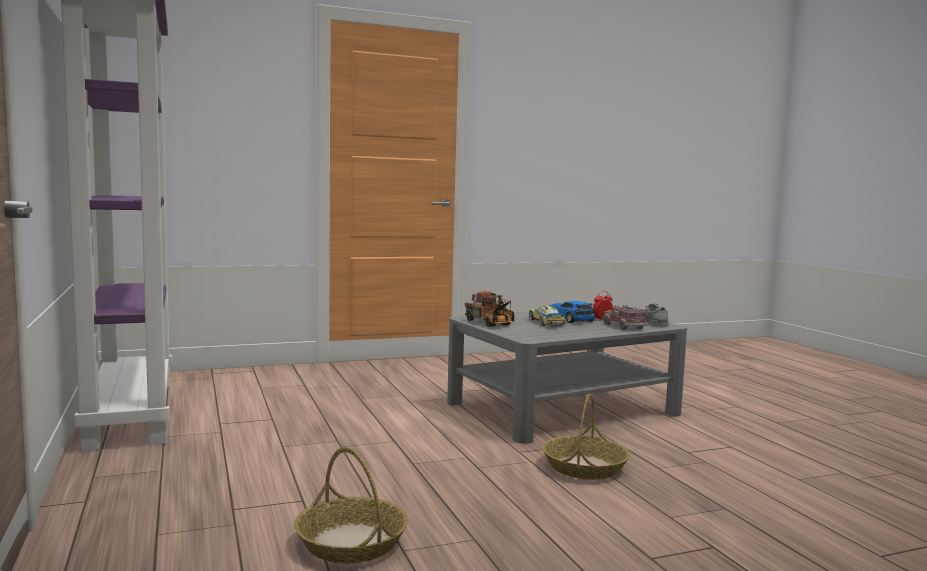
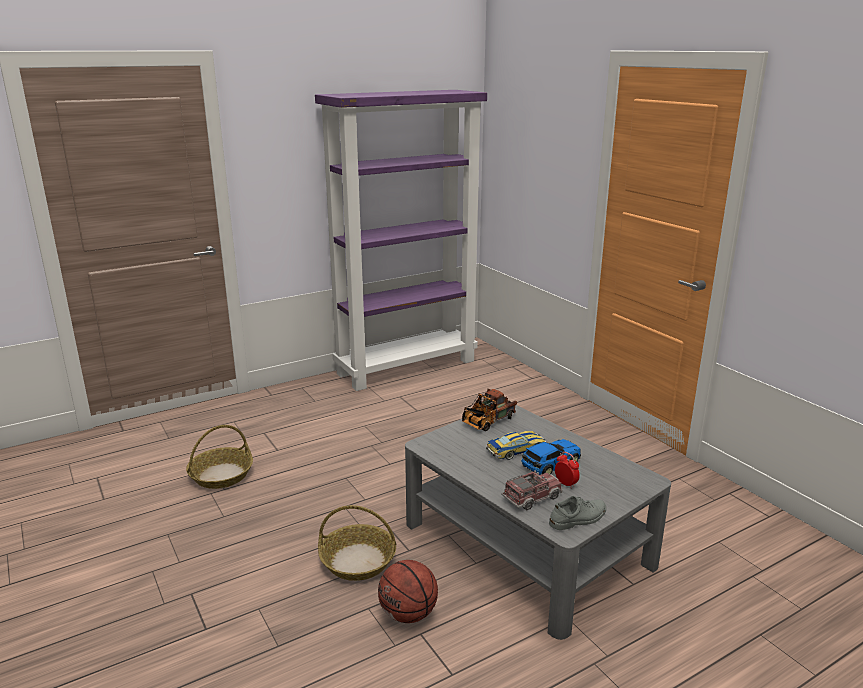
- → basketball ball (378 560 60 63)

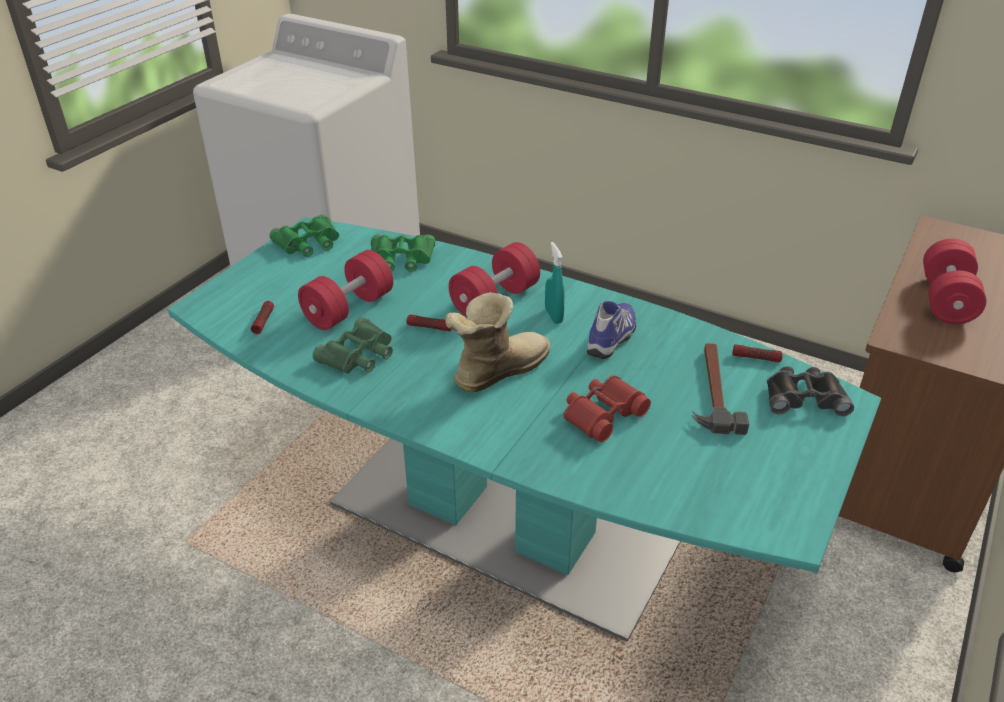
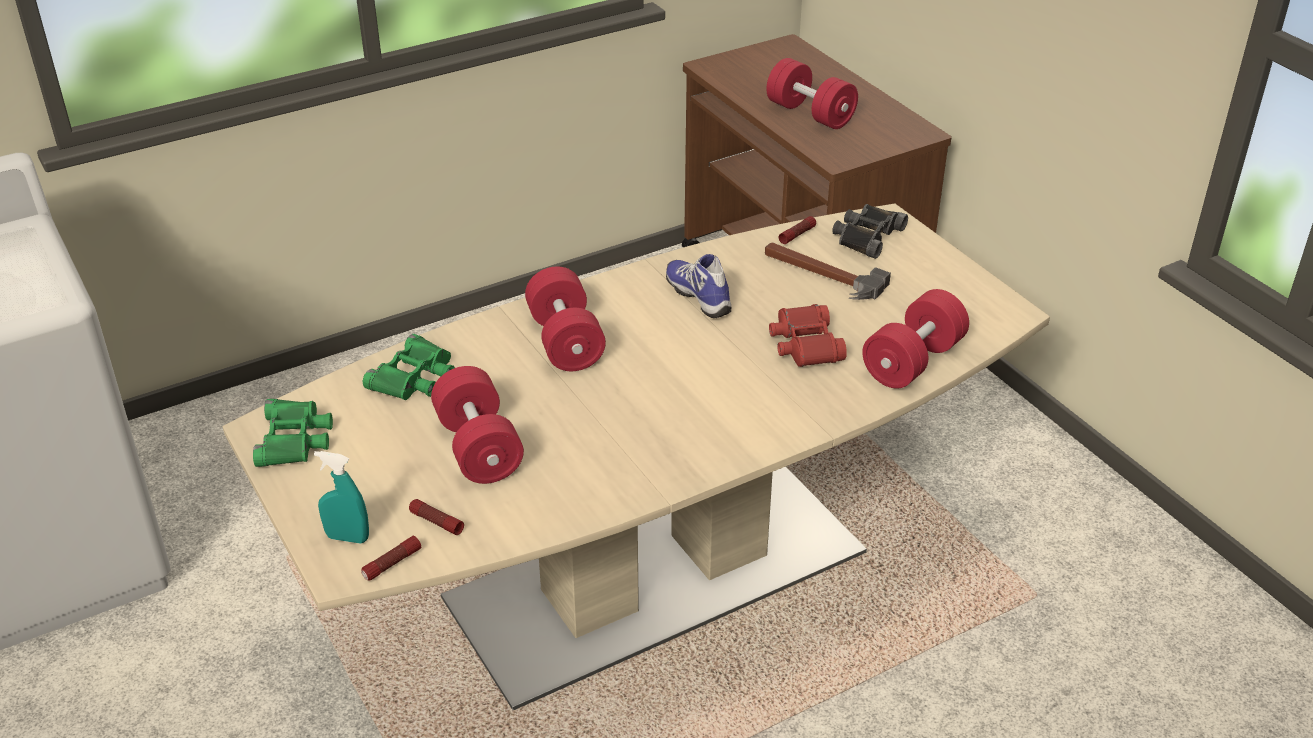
blue-green kitchen table (168 217 713 425) → beige-coloured kitchen table (223 203 827 508)
blue-green hand sprayer (545 242 20 82) → blue-green hand sprayer (314 451 55 93), moved
boot (445 292 105 100) → -
torch (407 314 44 17) → torch (361 536 60 45), moved
green field glasses (313 317 80 57) → -
- → reddish hand weight (862 289 107 100)

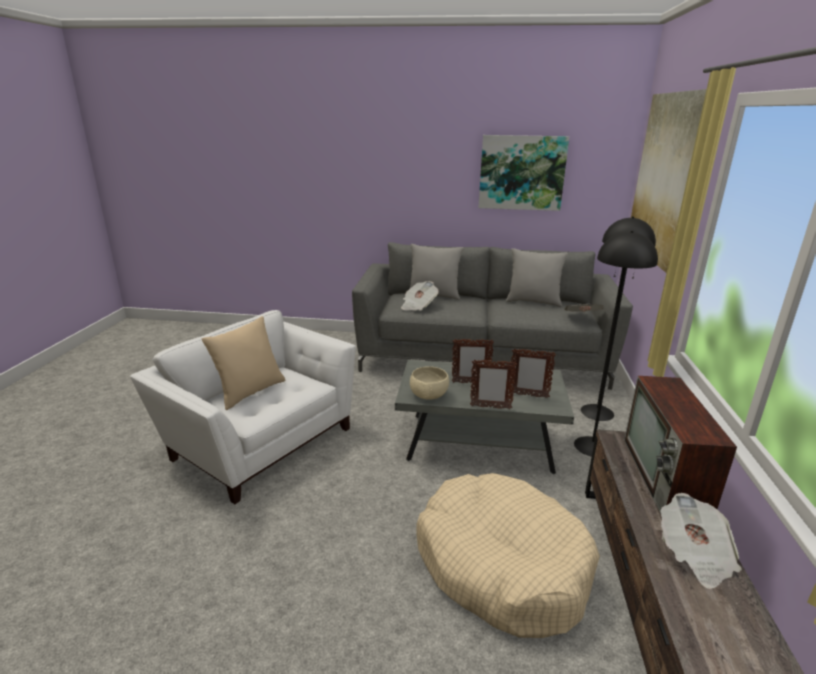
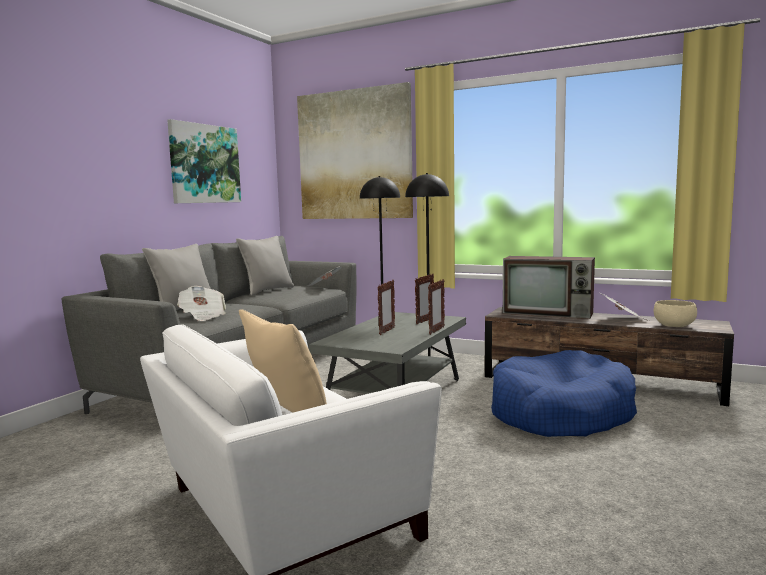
beige-coloured bowl (410 366 39 34) → beige-coloured bowl (653 300 44 27), moved
beige-coloured dog cushion (416 473 184 165) → blue dog cushion (491 350 146 87)

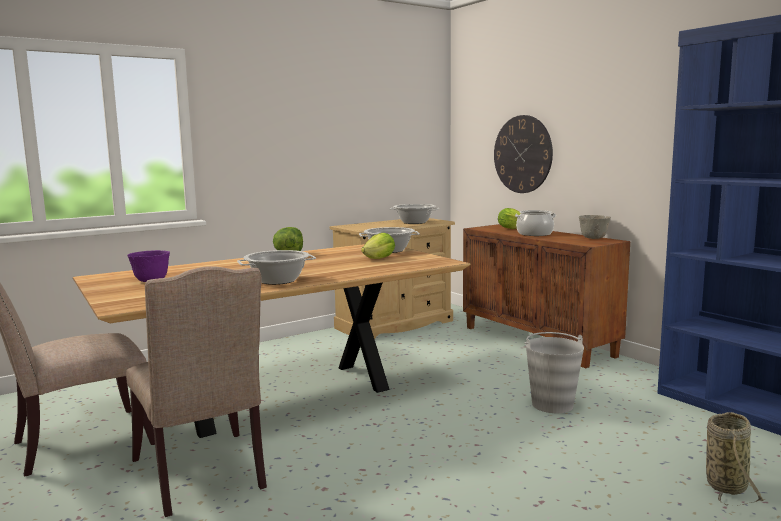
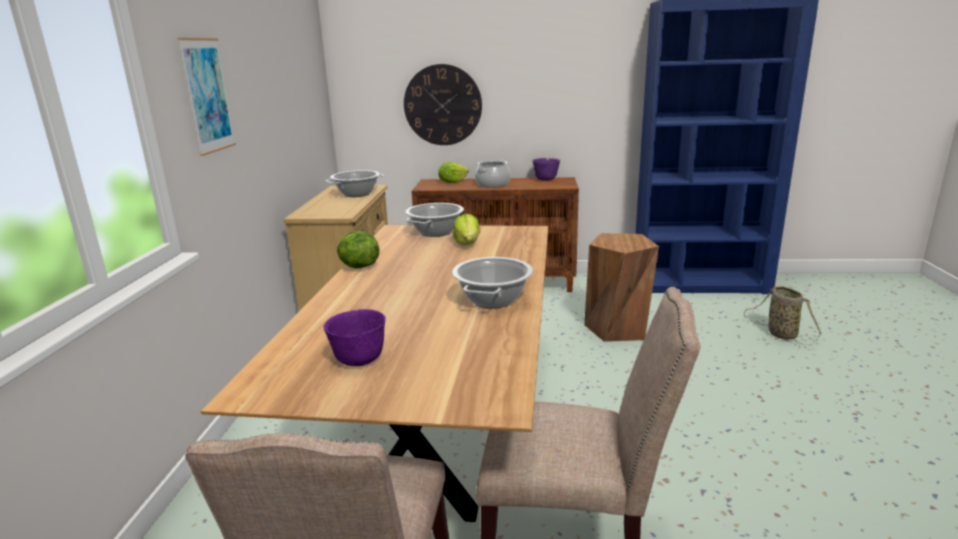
grey bowl (579 215 32 24) → purple bowl (533 158 27 23)
grey bucket (524 332 60 81) → brownish sitting stool (584 233 75 109)
- → picture (177 38 59 118)

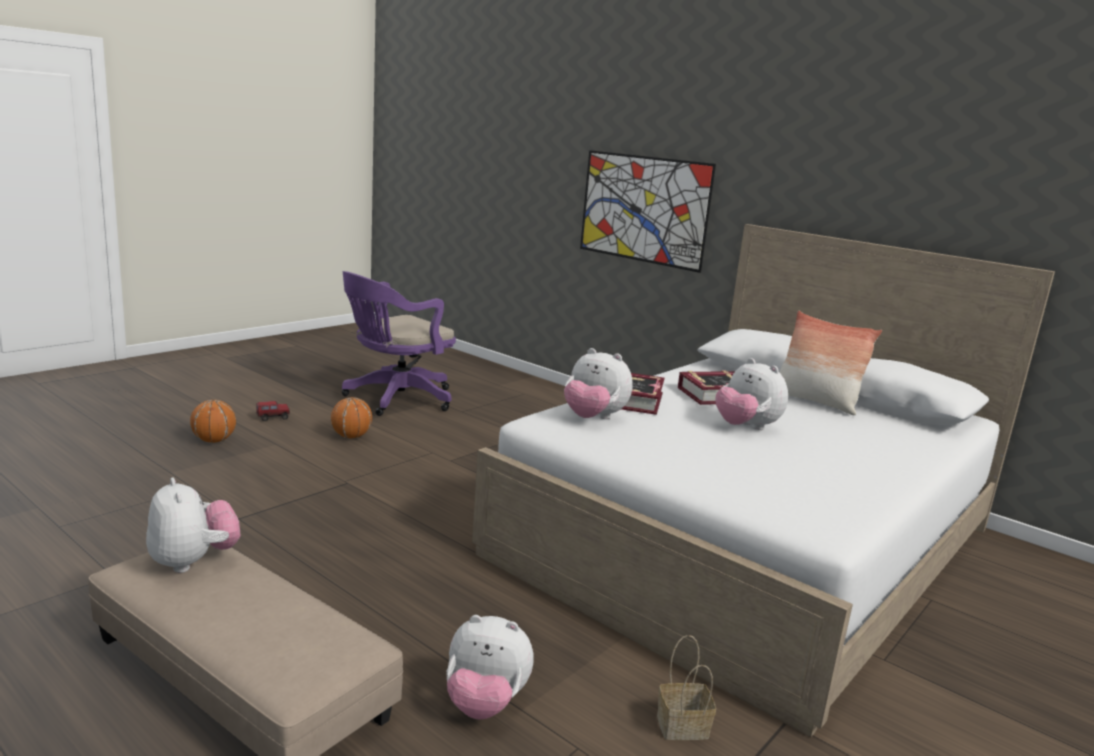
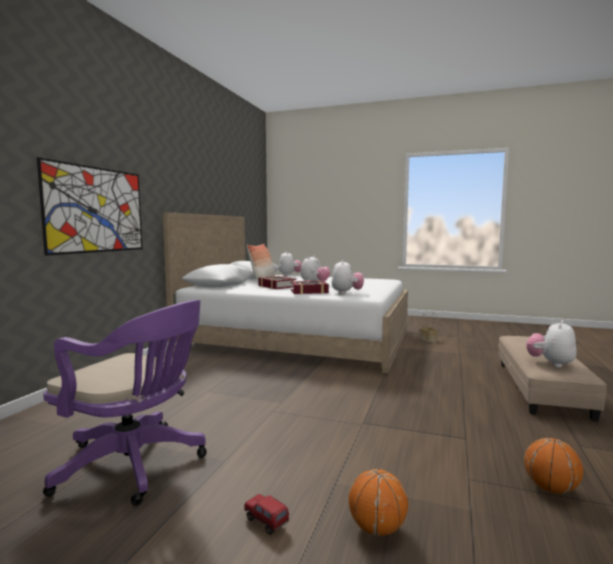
basketball ball (331 397 41 41) → basketball ball (524 438 60 56), moved
soft toy (446 615 88 105) → soft toy (279 251 23 25), moved

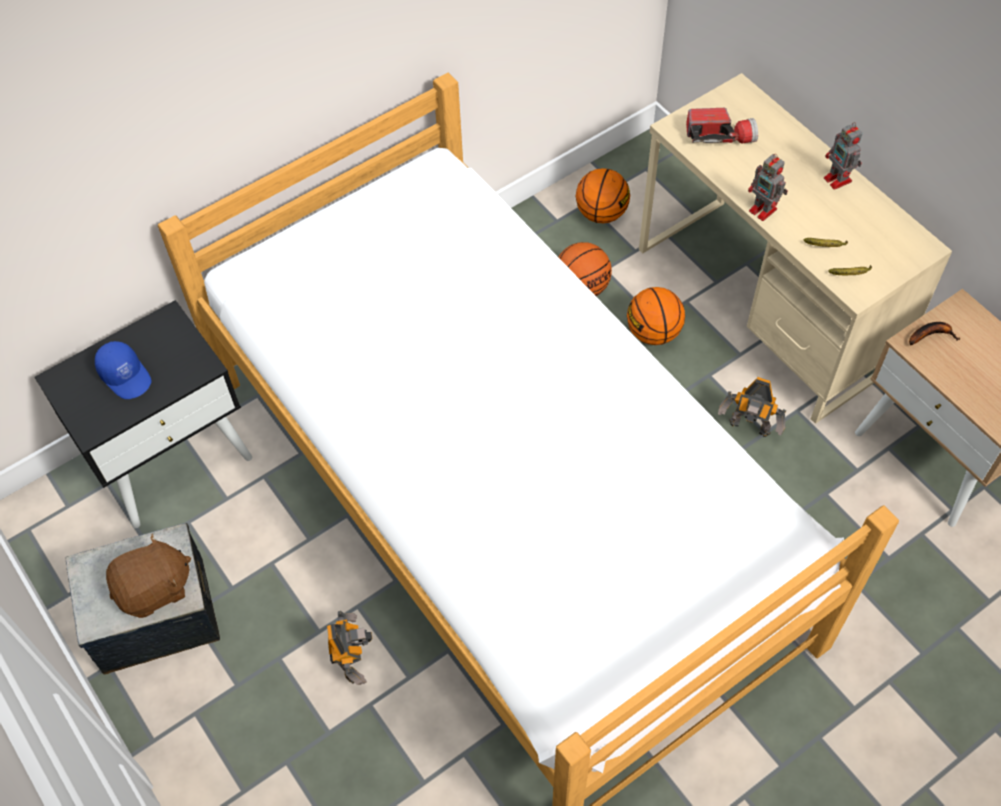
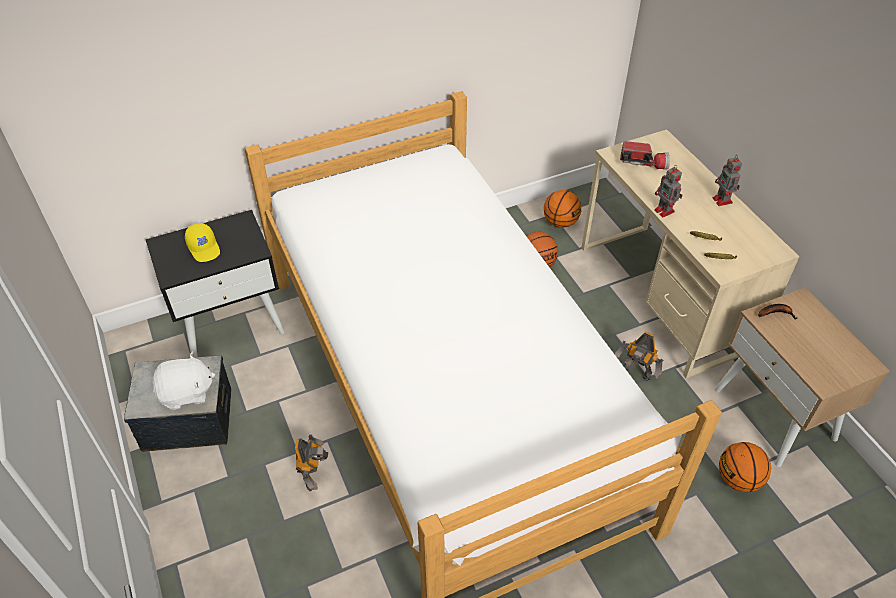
basketball ball (627 287 58 58) → basketball ball (719 442 52 50), moved
blue peaked cap (95 341 57 58) → yellow-coloured peaked cap (185 223 35 39)
brownish soft toy (106 534 85 84) → white soft toy (153 352 62 58)

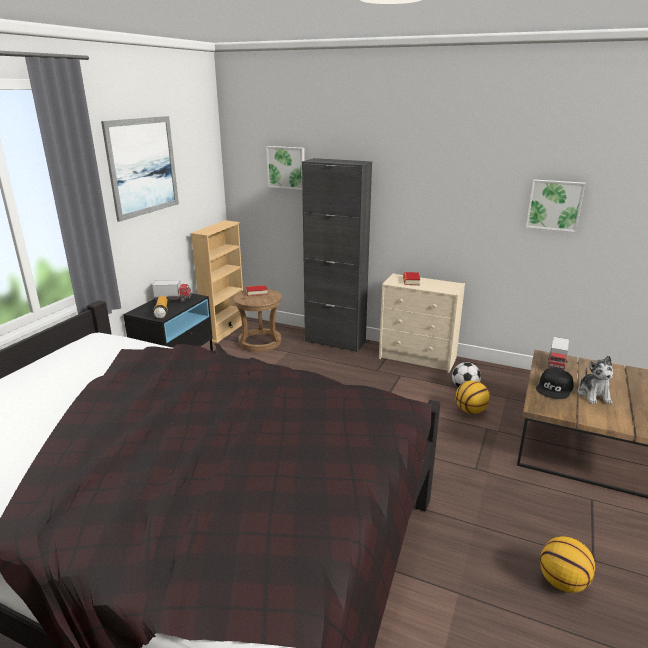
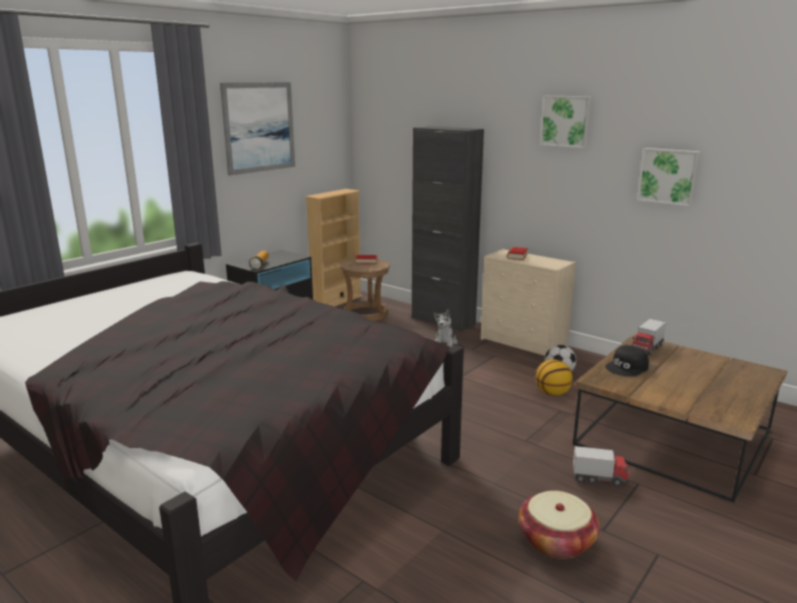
picture (266 146 39 44) → picture (540 96 52 52), moved
toy lorry (152 280 40 23) → toy lorry (573 446 56 40), moved
soft toy (578 356 35 48) → soft toy (434 309 24 38), moved
basketball ball (540 536 55 57) → storage basket (518 491 82 68)

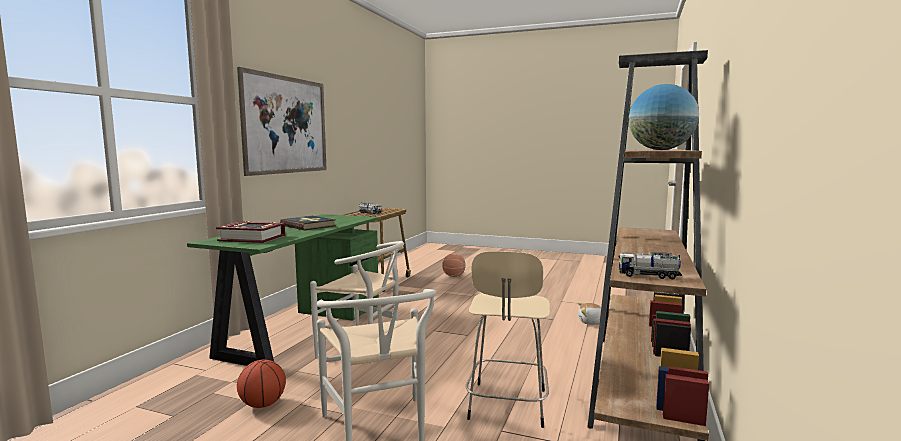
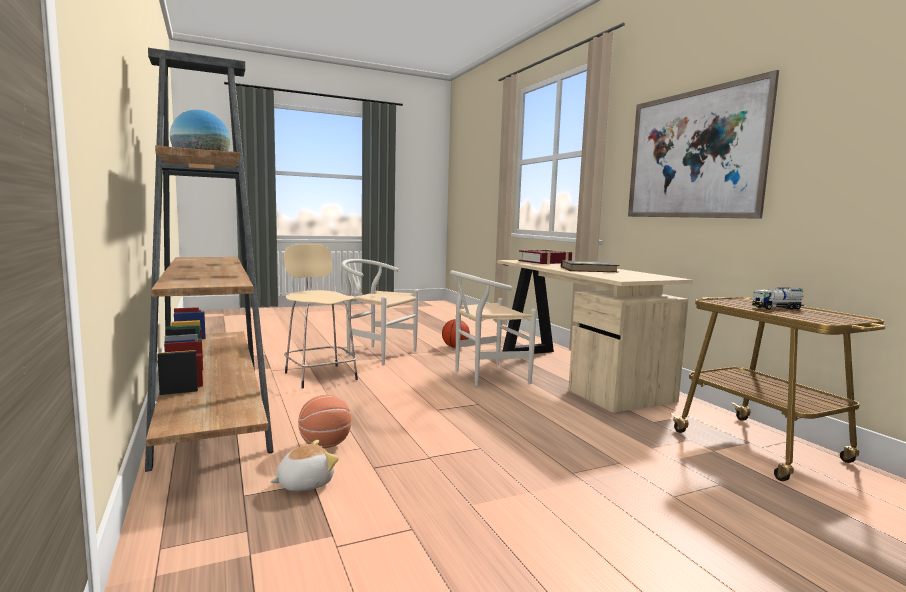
green desk table (187 214 192 152) → beige-coloured desk table (497 260 196 153)
toy lorry (619 252 63 27) → -
basketball ball (442 254 24 23) → basketball ball (298 395 53 53), moved

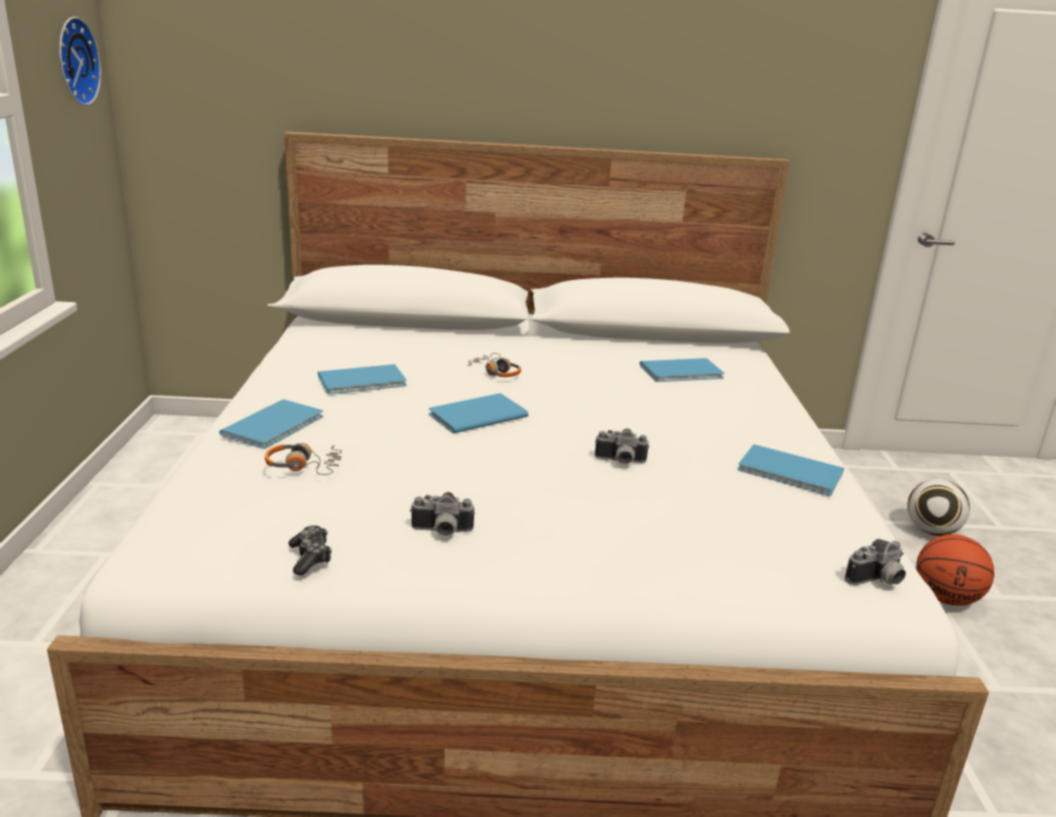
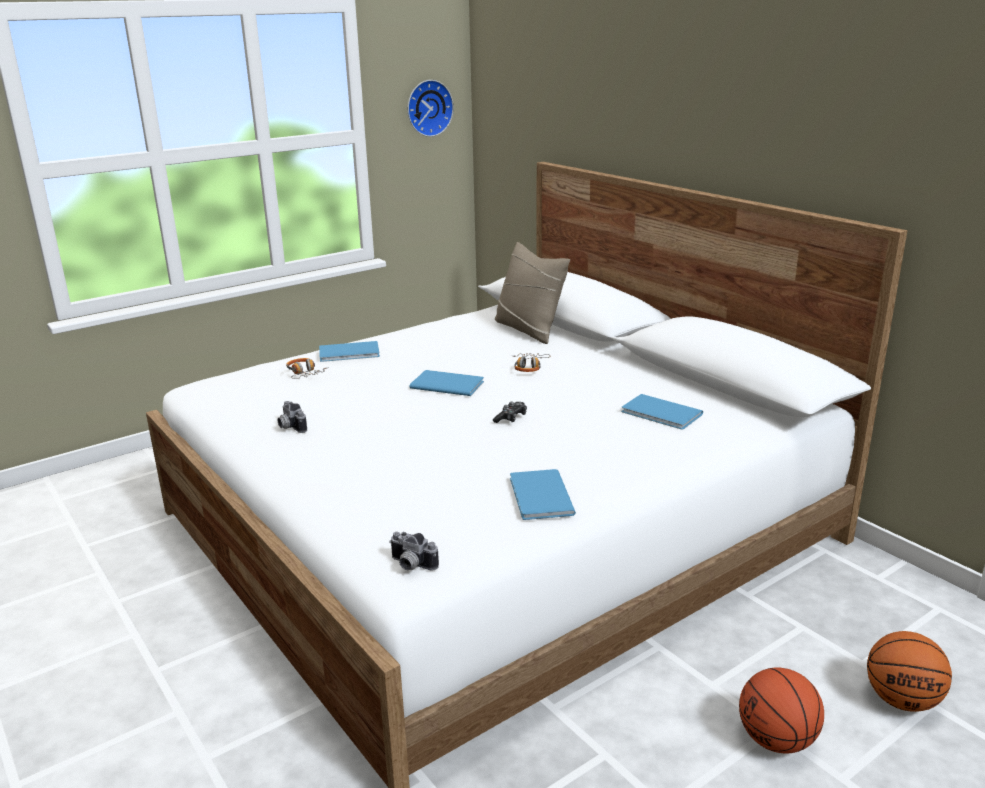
blue book (318 364 89 30) → -
photo camera (595 429 54 35) → -
football (907 479 63 57) → basketball ball (867 631 85 81)
game controller (289 525 43 50) → game controller (493 401 34 22), moved
- → beige-coloured pillow (495 242 75 102)

